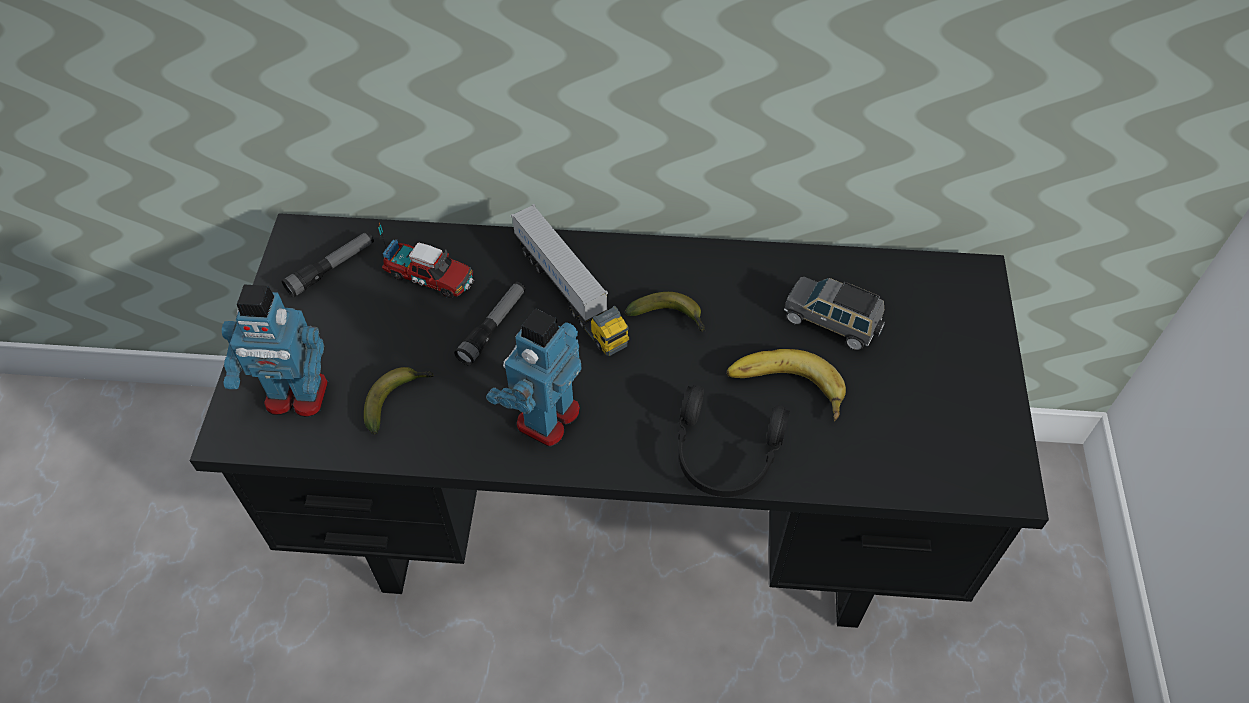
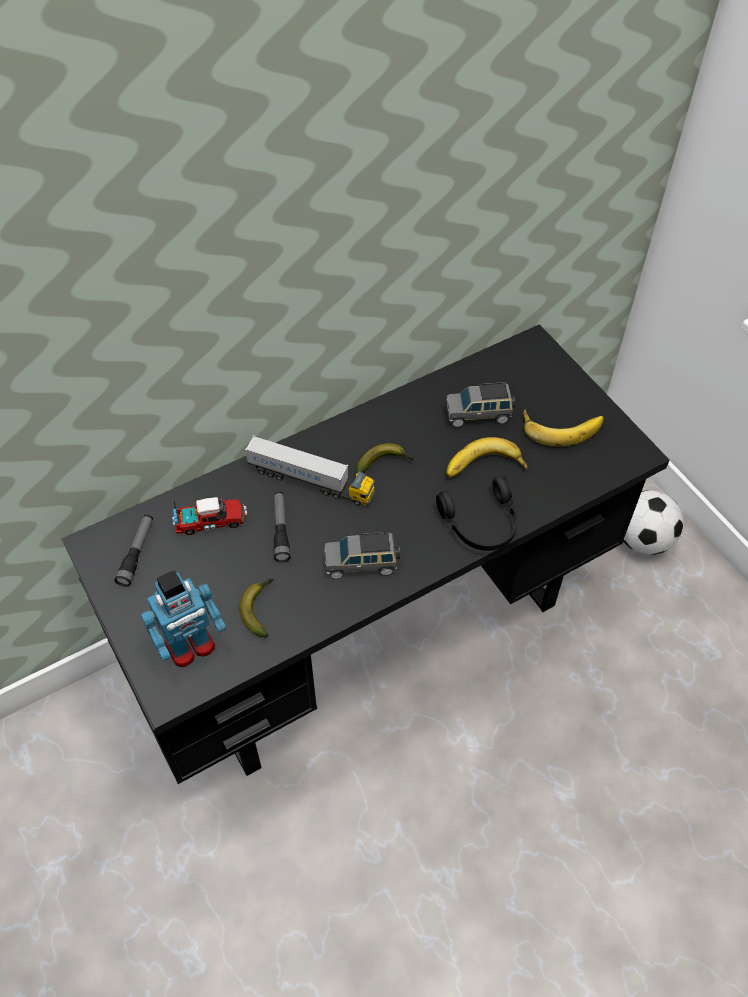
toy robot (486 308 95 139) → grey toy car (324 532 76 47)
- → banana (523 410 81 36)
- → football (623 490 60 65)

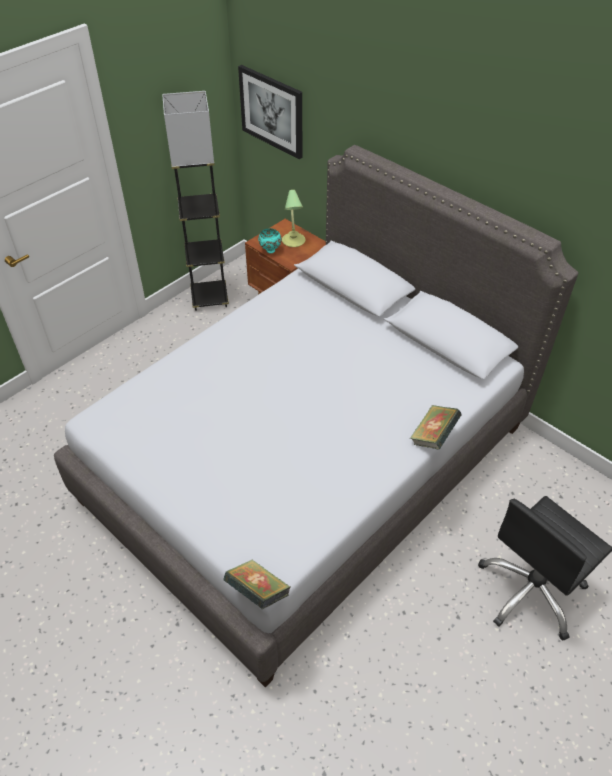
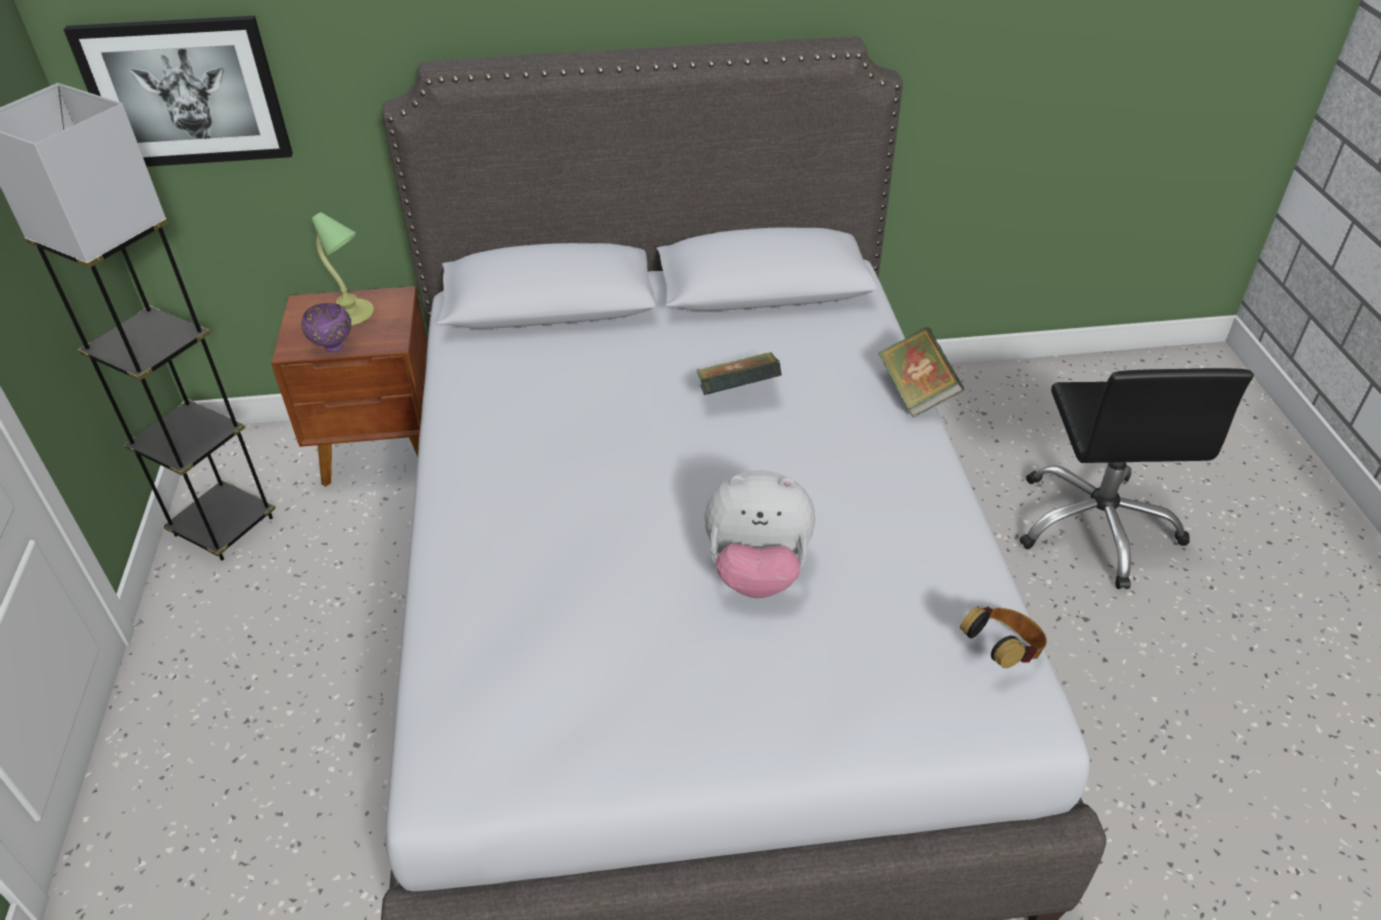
blue-green bowl (258 228 24 25) → purple bowl (301 303 50 49)
book (224 560 66 49) → book (697 352 85 43), moved
- → soft toy (704 470 111 128)
- → headphones (960 606 87 62)

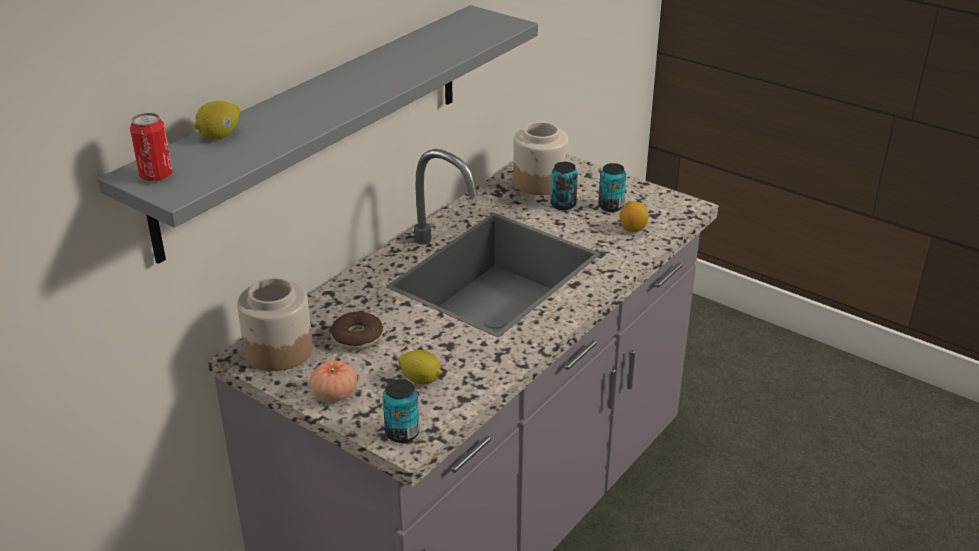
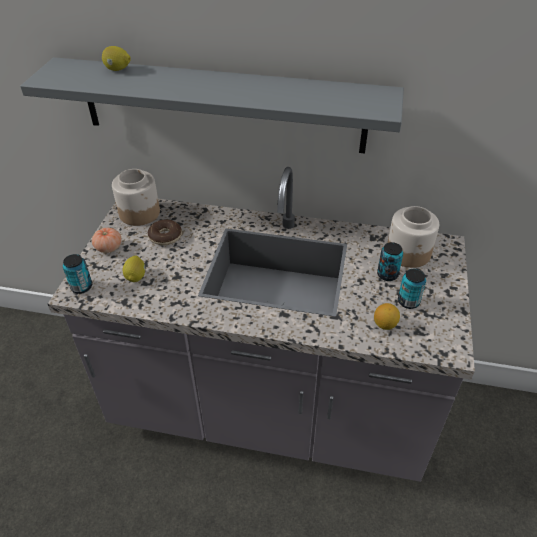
sealed can (130 113 43 68) → -

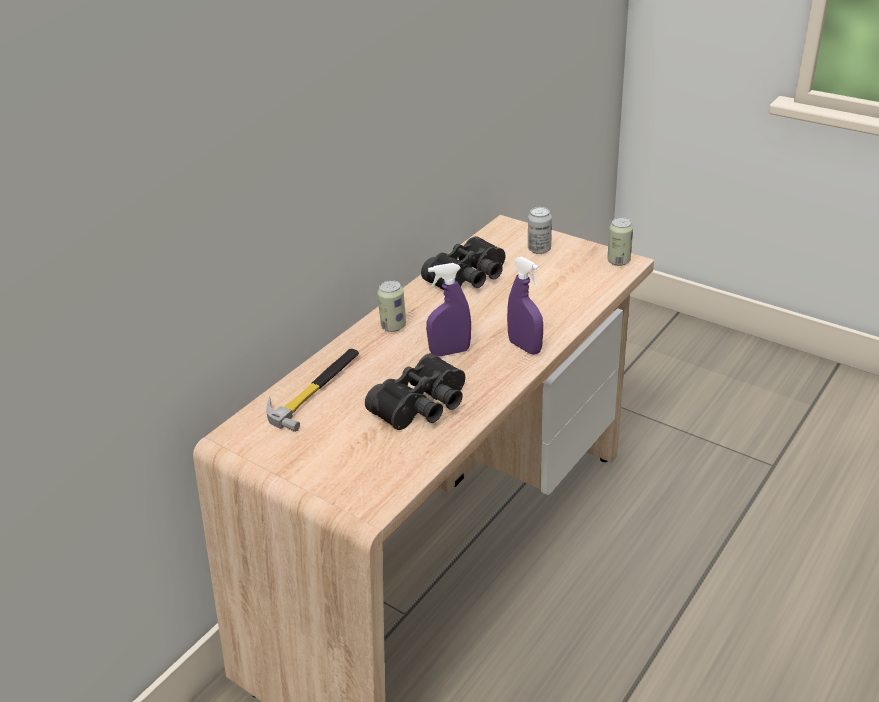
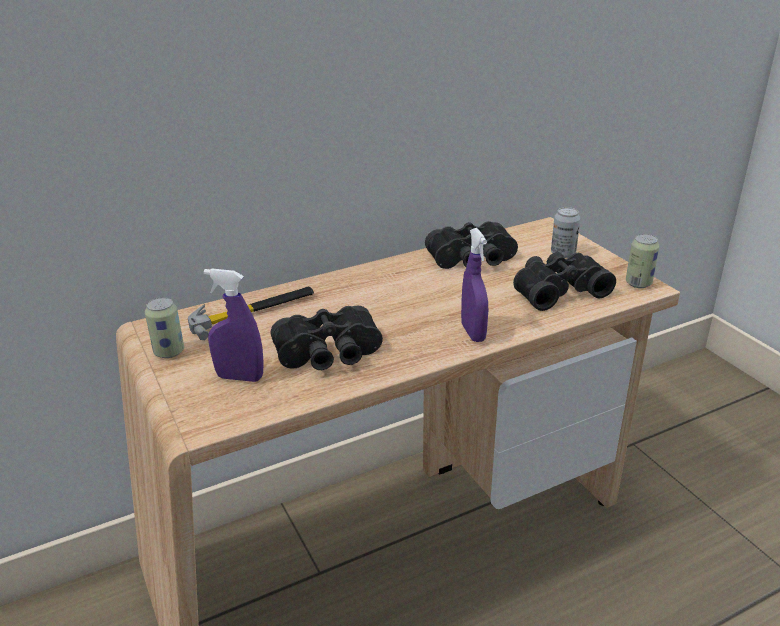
purple hand sprayer (426 263 45 94) → purple hand sprayer (204 268 60 114), moved
sealed can (377 280 29 52) → sealed can (145 298 39 60), moved
- → blackish field glasses (513 252 103 59)

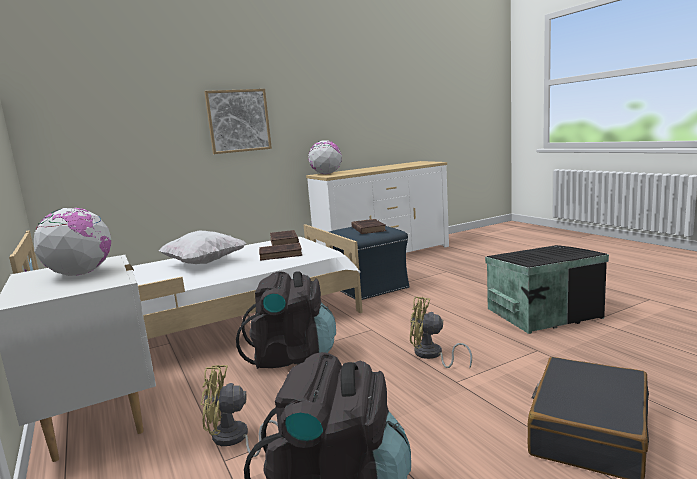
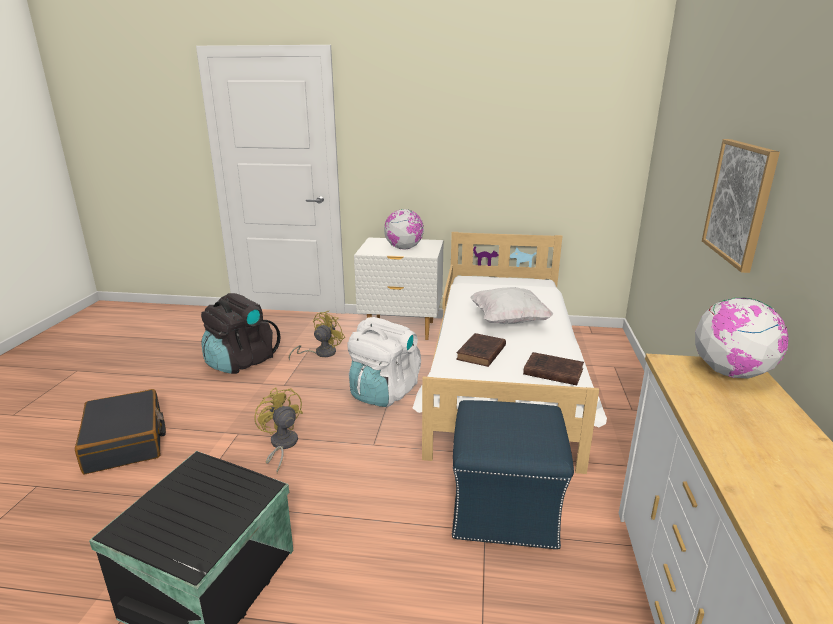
brownish book (351 219 35 15) → -
blackish backpack (236 271 100 98) → white backpack (347 317 74 90)
yellow-coloured electric fan (410 296 62 72) → yellow-coloured electric fan (255 387 48 86), 90 degrees counterclockwise

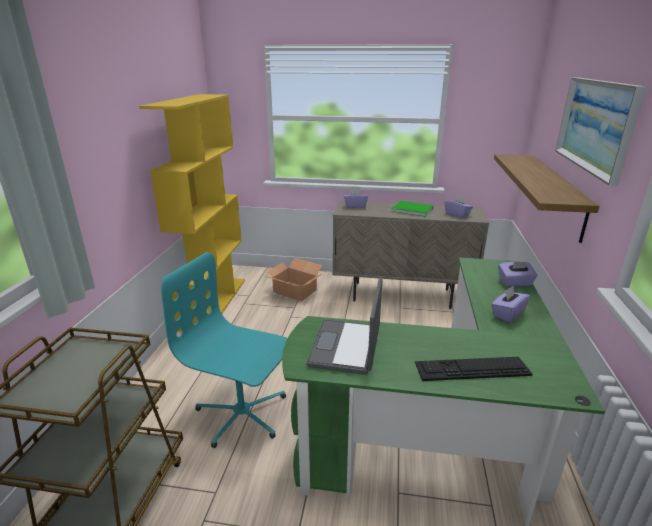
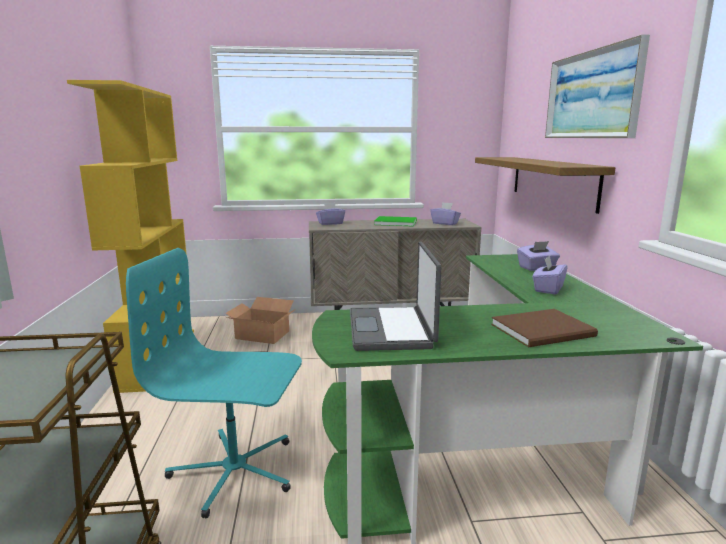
computer keyboard (415 357 117 24) → brownish book (491 309 107 38)

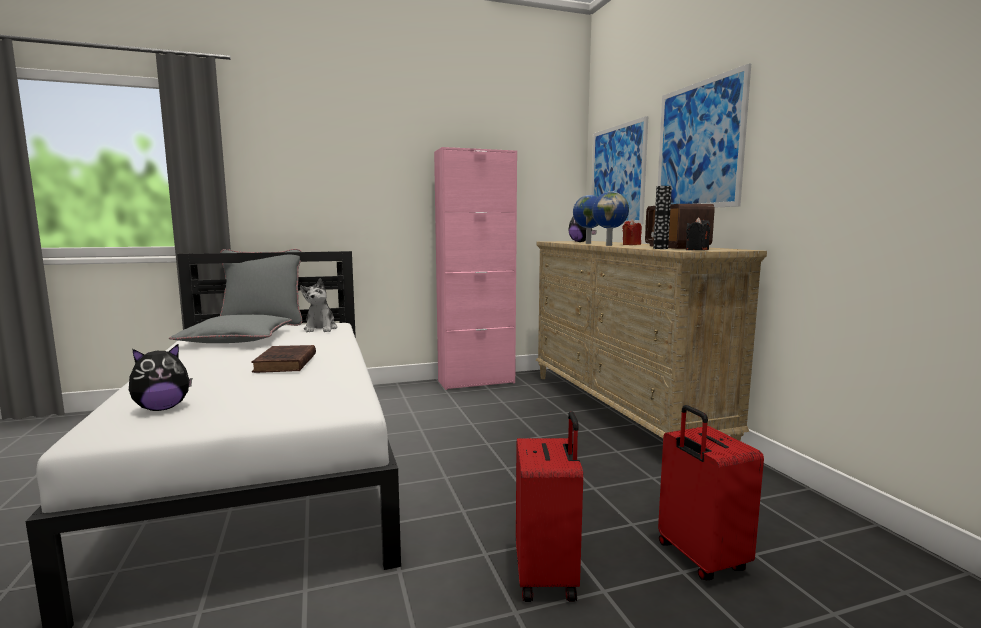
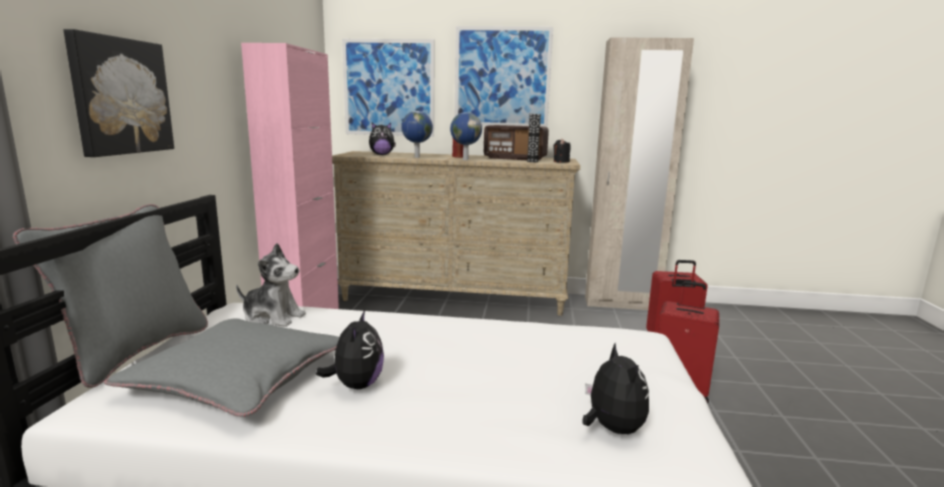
brownish book (251 345 65 28) → -
- → picture (63 29 111 128)
- → beige-coloured clothes cupboard (585 37 109 273)
- → soft toy (316 310 68 79)

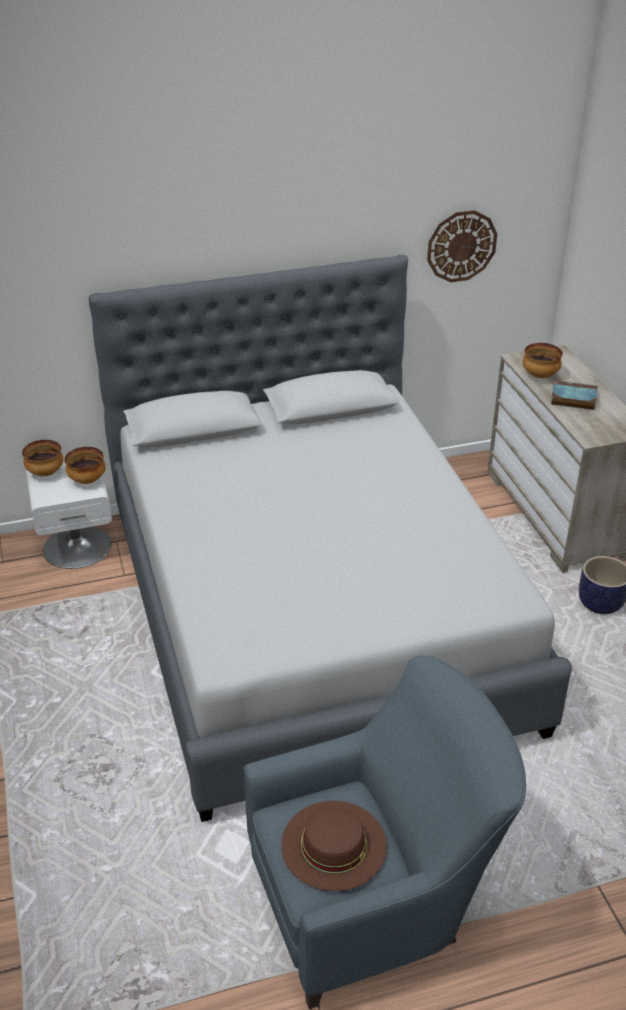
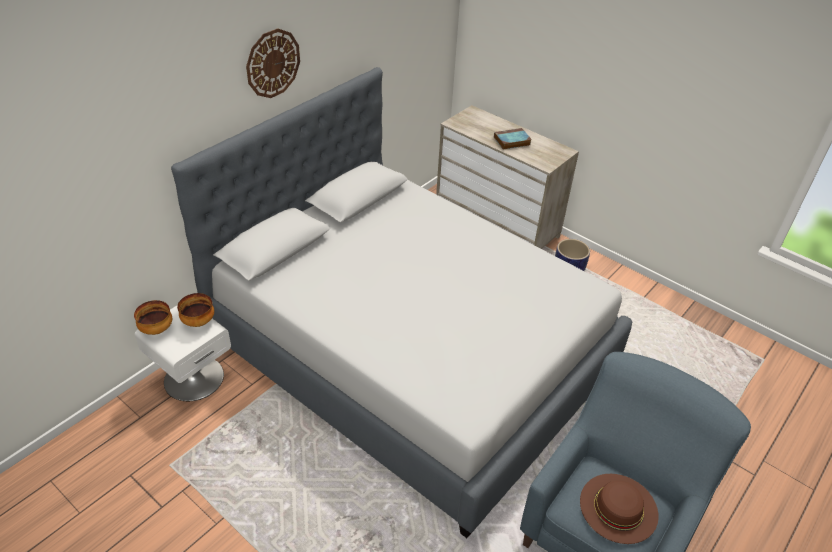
clock on the wall (427 210 70 72) → clock on the wall (246 28 54 70), moved
bowl (523 343 40 35) → -

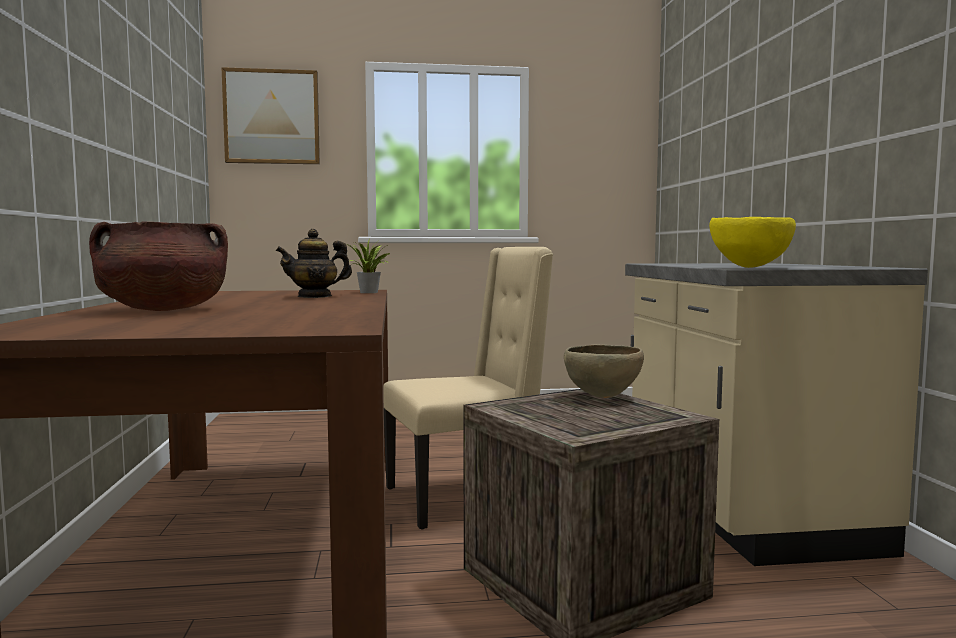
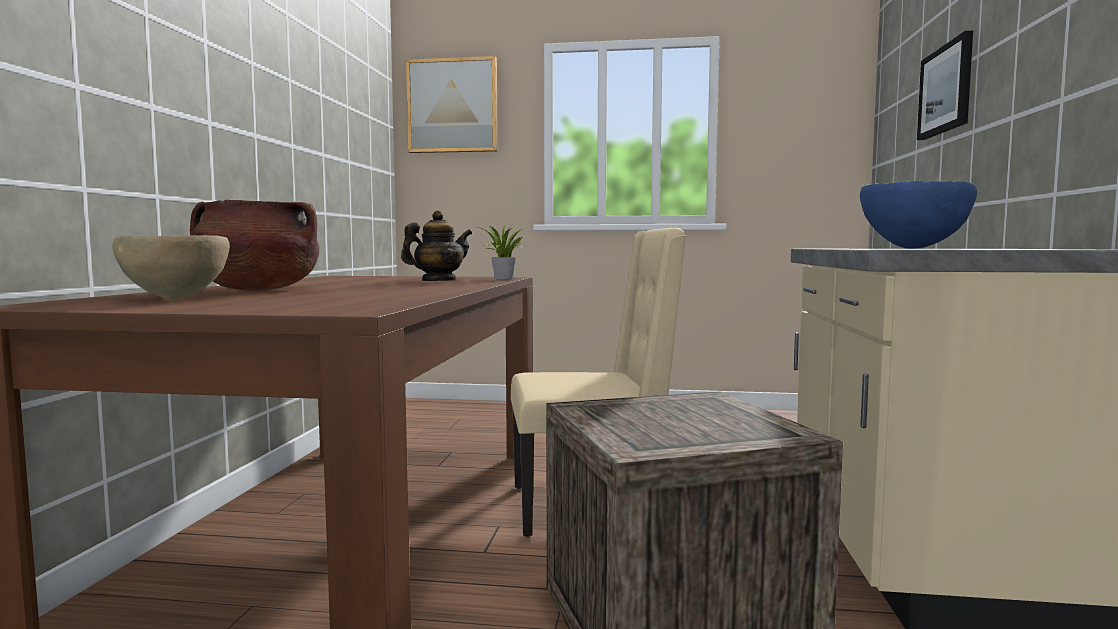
yellow-coloured bowl (709 217 87 51) → blue bowl (860 181 117 68)
teapot (276 229 76 69) → teapot (401 211 71 70), 150 degrees clockwise
brownish bowl (564 344 80 54) → brownish bowl (112 235 118 64), moved
- → picture (917 31 56 109)

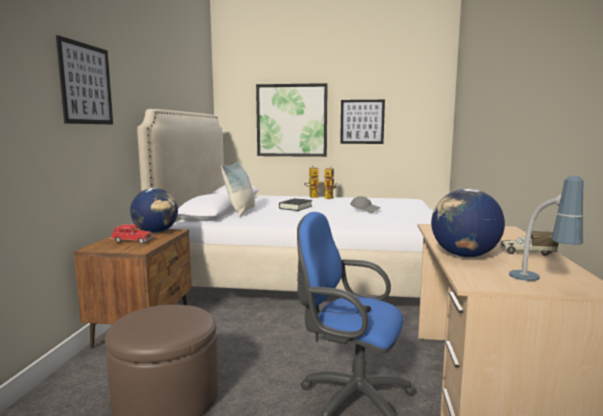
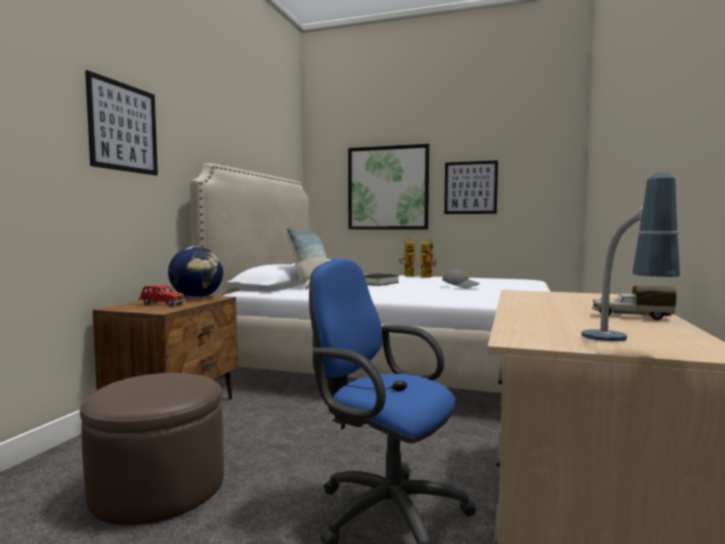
world globe (431 189 74 68) → -

